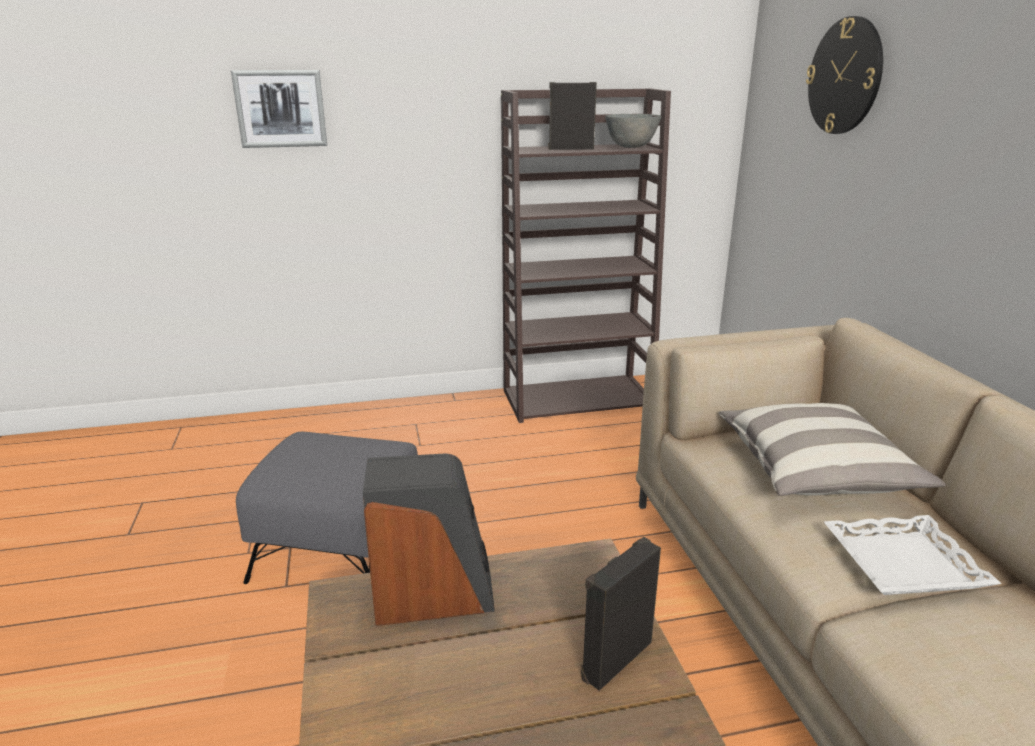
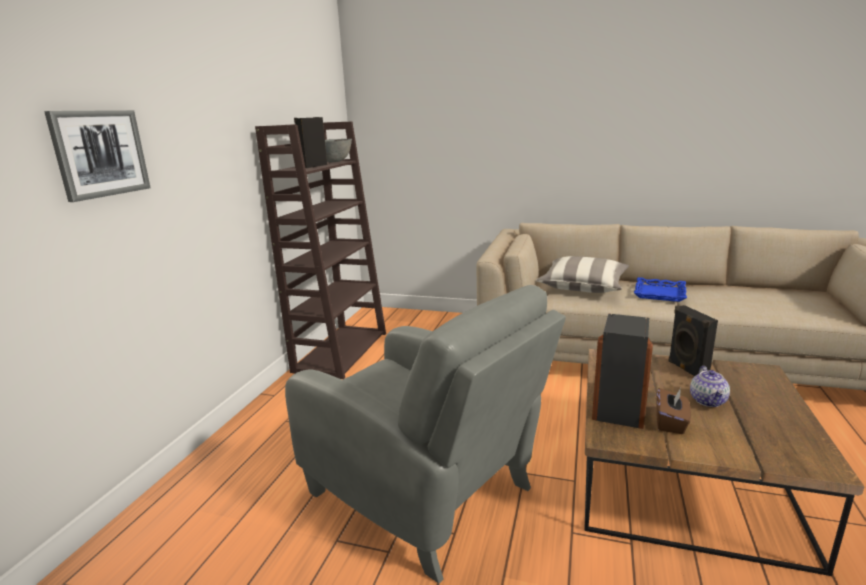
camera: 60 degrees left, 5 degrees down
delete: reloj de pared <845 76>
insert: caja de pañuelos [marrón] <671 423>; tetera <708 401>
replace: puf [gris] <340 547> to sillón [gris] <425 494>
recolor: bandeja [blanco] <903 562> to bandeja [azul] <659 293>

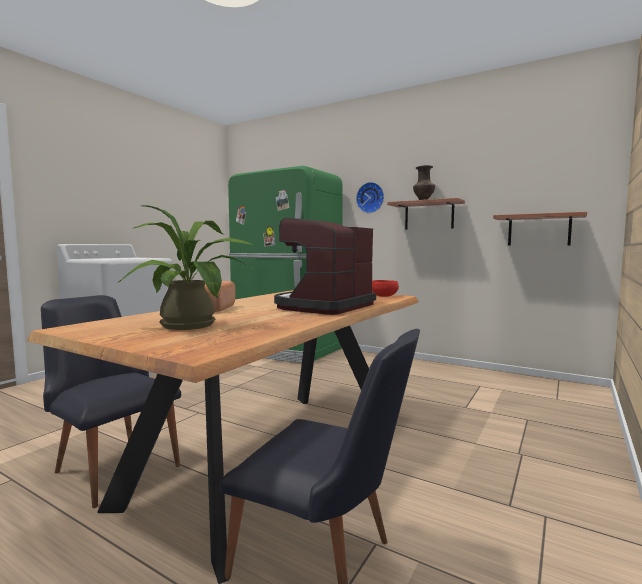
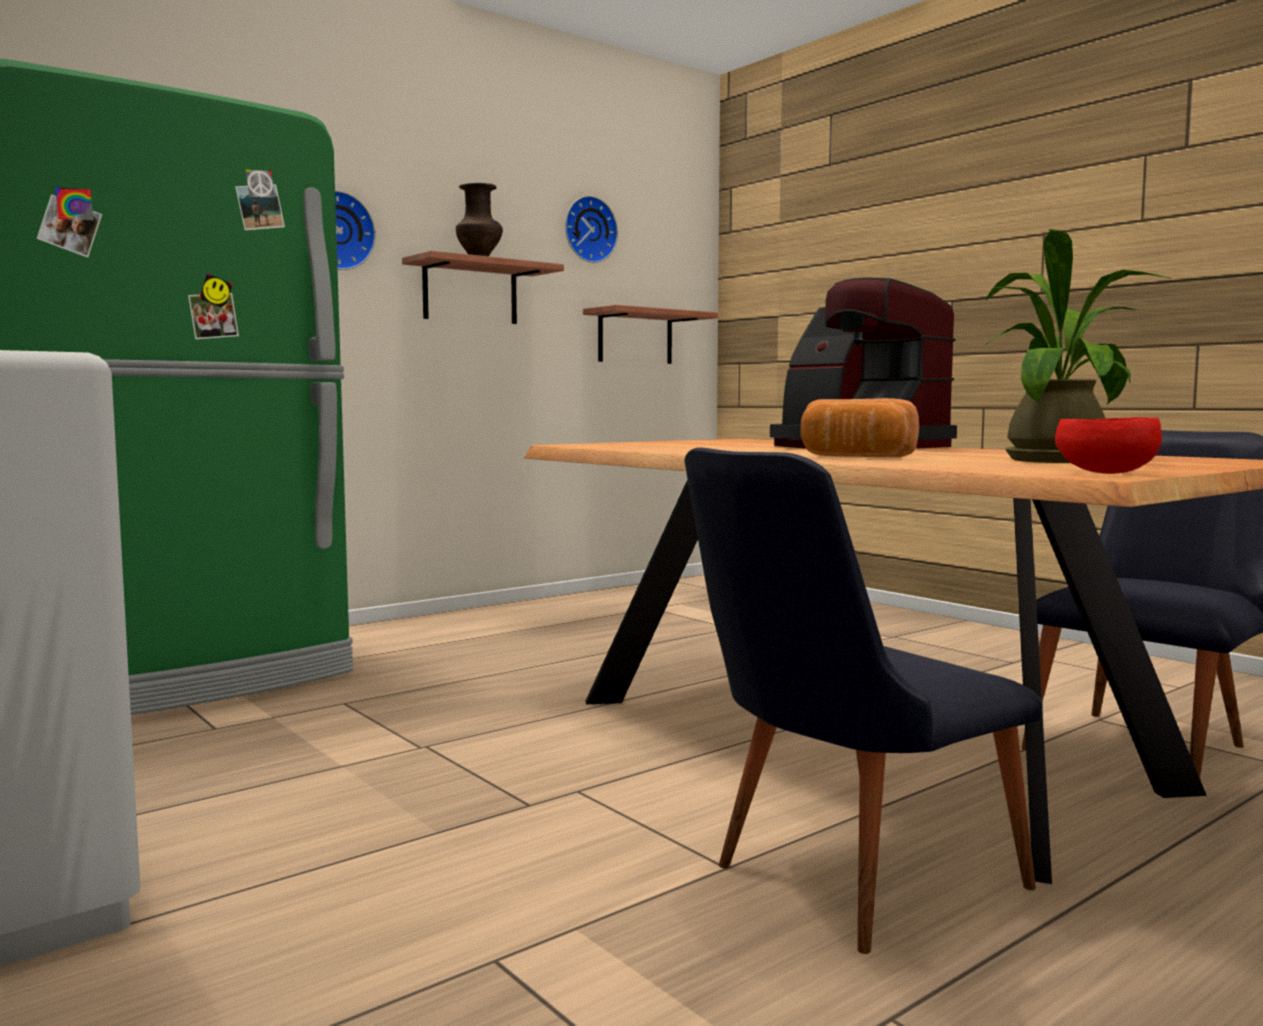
camera: 70 degrees left, 0 degrees up
insert: reloj de pared <588 230>
move: cuenco [rojo] <383 296> to <1103 473>

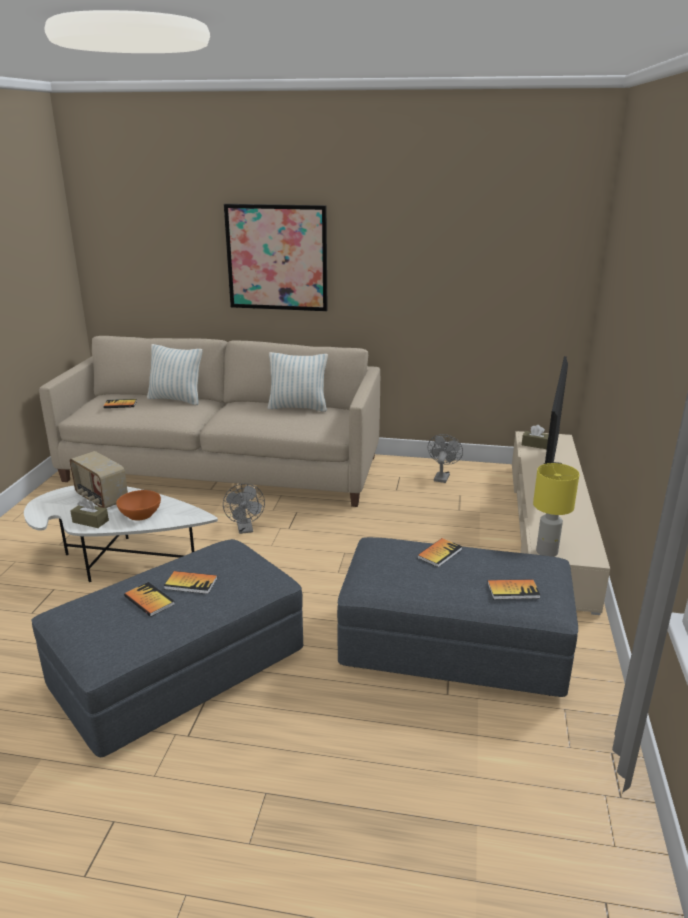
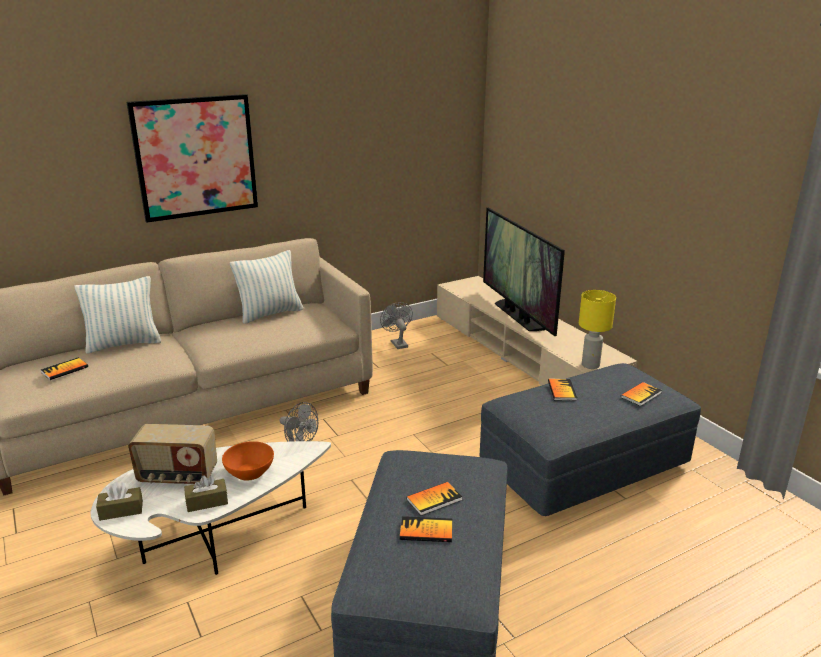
camera: 40 degrees left, 0 degrees up
move: caja de pañuelos [marrón] <535 444> to <121 510>

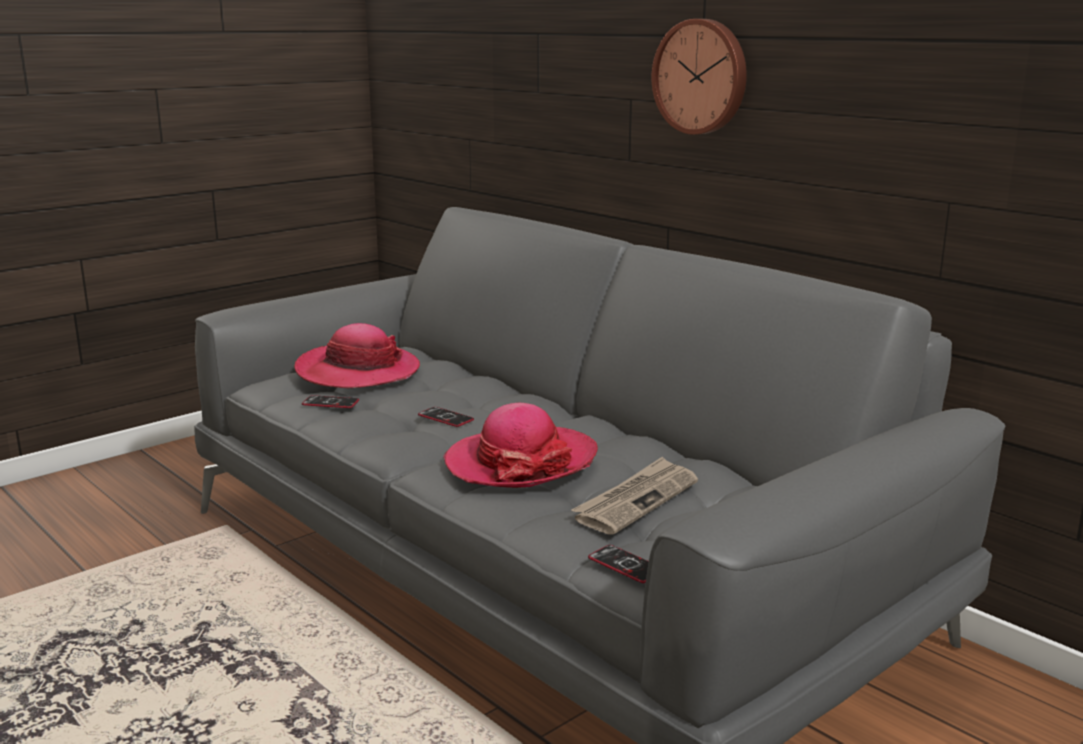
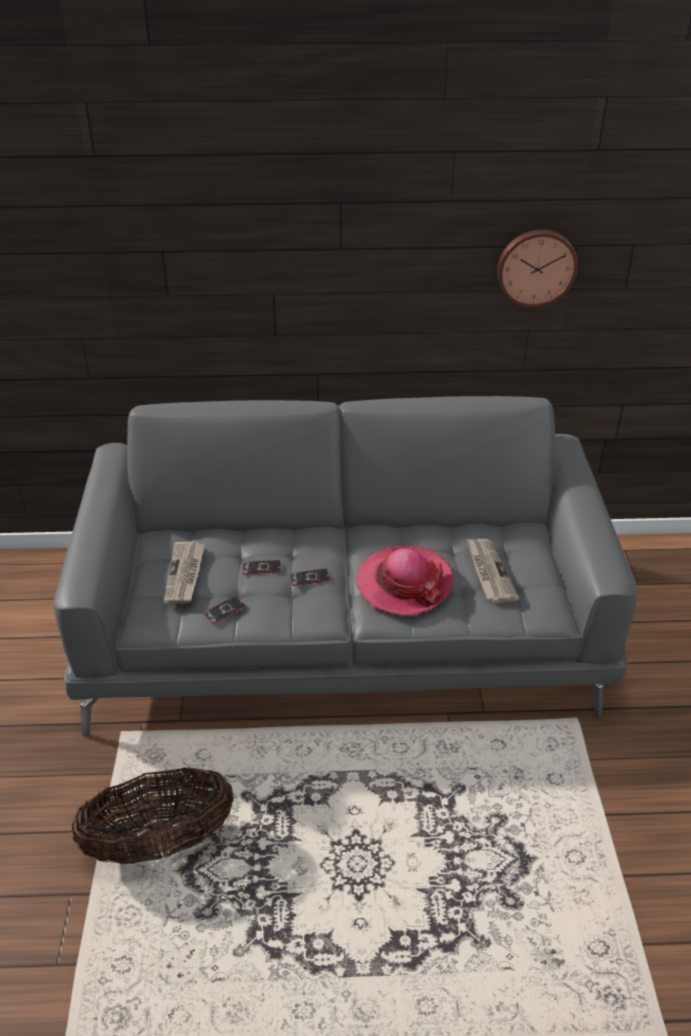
camera: 50 degrees left, 20 degrees up
insert: cesta <160 843>
move: móvil <626 565> to <261 568>; reloj de pared <702 77> to <536 267>
replace: sombrero <357 371> to periódico <185 574>

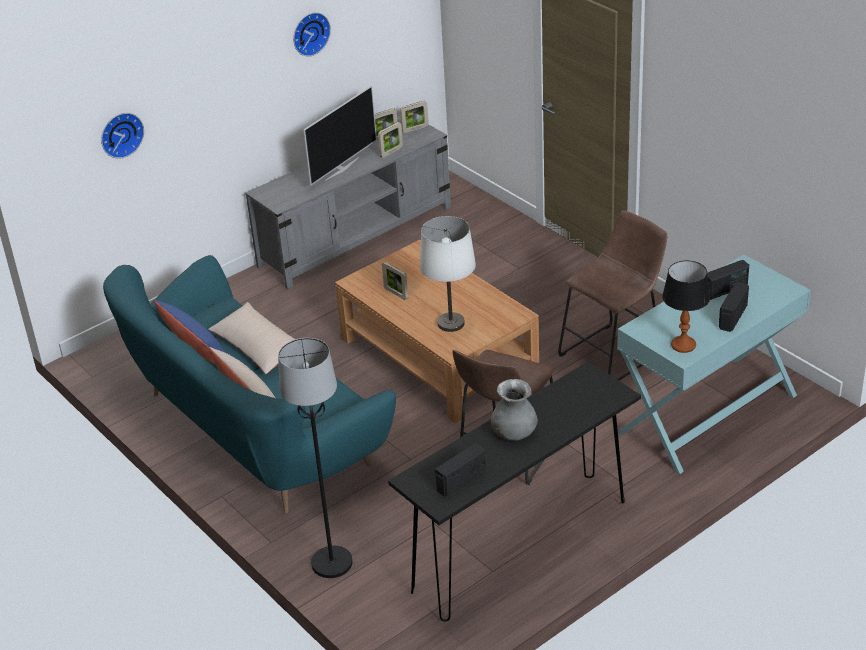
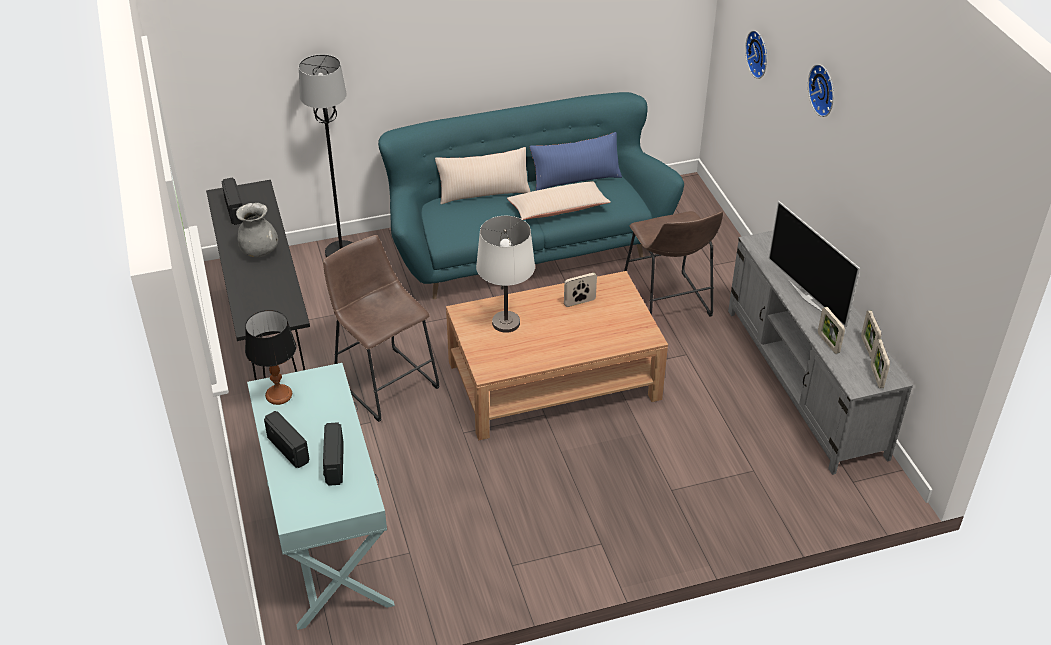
camera: 110 degrees right, 5 degrees up
move: taburete [marrón] <614 353> to <668 304>; reloj de pared <309 33> to <824 89>

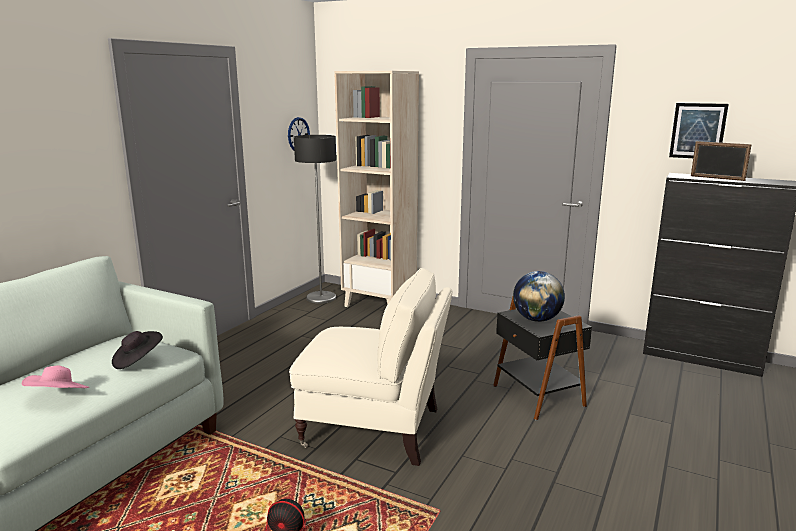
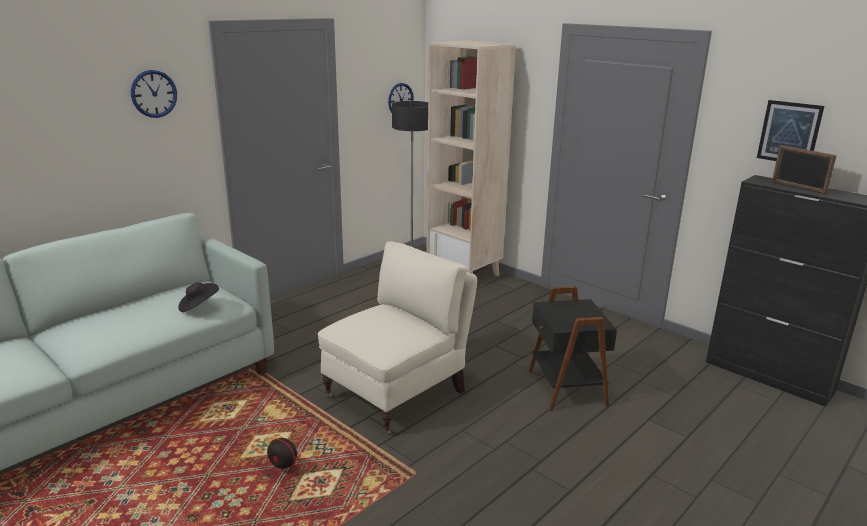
camera: 15 degrees right, 5 degrees up
delete: sombrero [rosa] <59 396>; globo terráqueo <536 319>
insert: reloj de pared <154 94>
rotate: sillón [beis] <375 428> = <398 393> 75 degrees counterclockwise

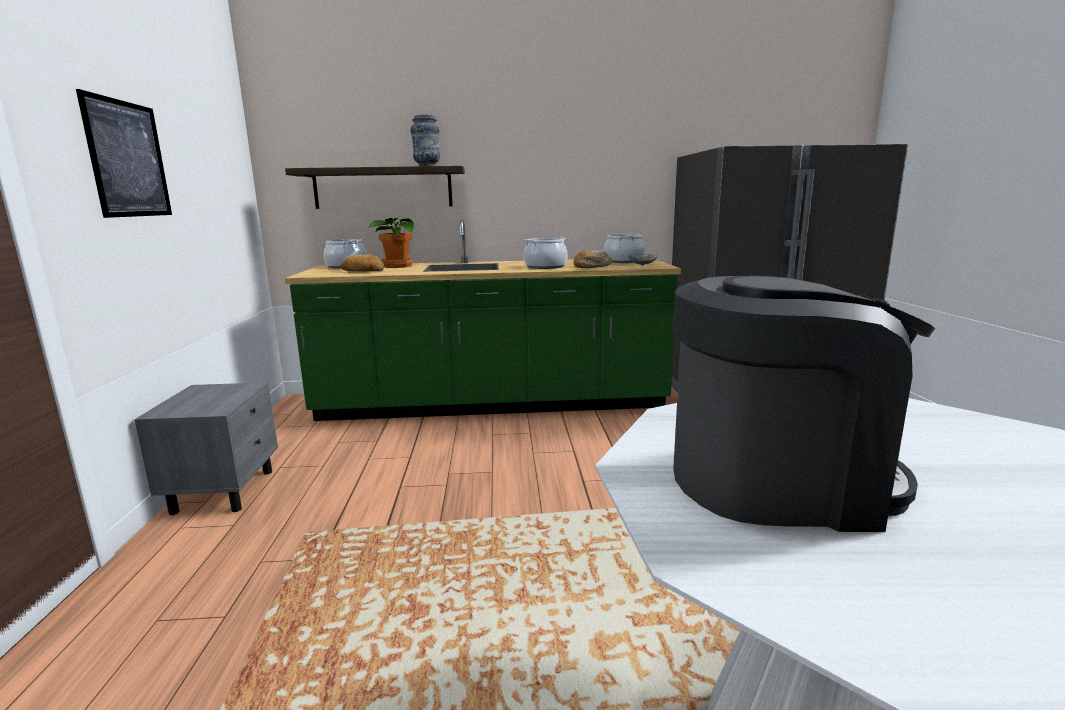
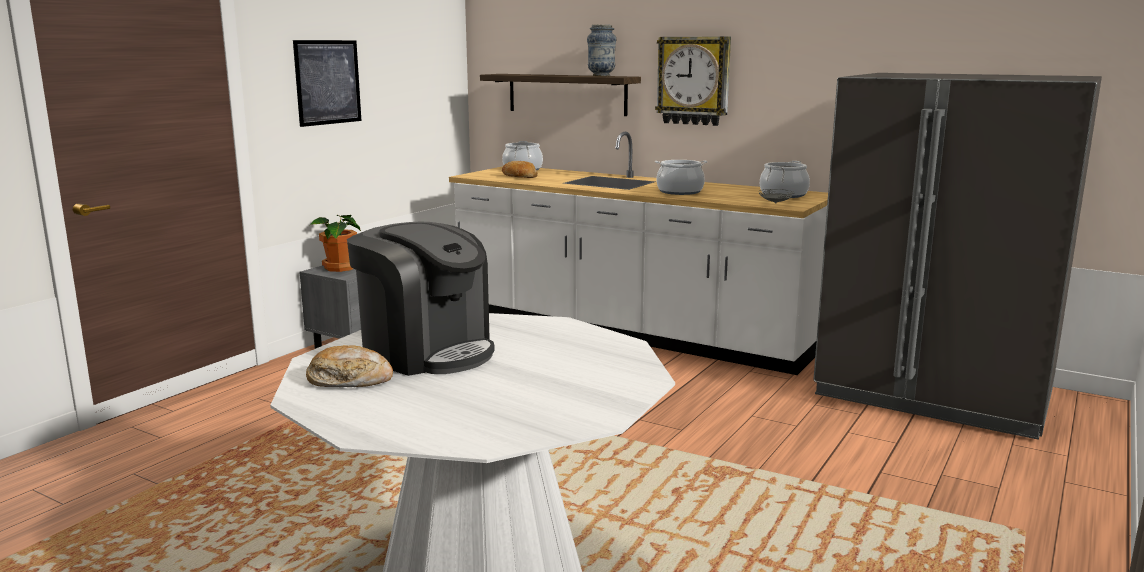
camera: 35 degrees right, 0 degrees up
insert: reloj de pared <694 80>
move: pan <592 266> to <350 380>; planta en maceta <397 266> to <339 268>
recolor: mueble bajo de cocina [verde] <492 403> to mueble bajo de cocina [blanco] <629 331>

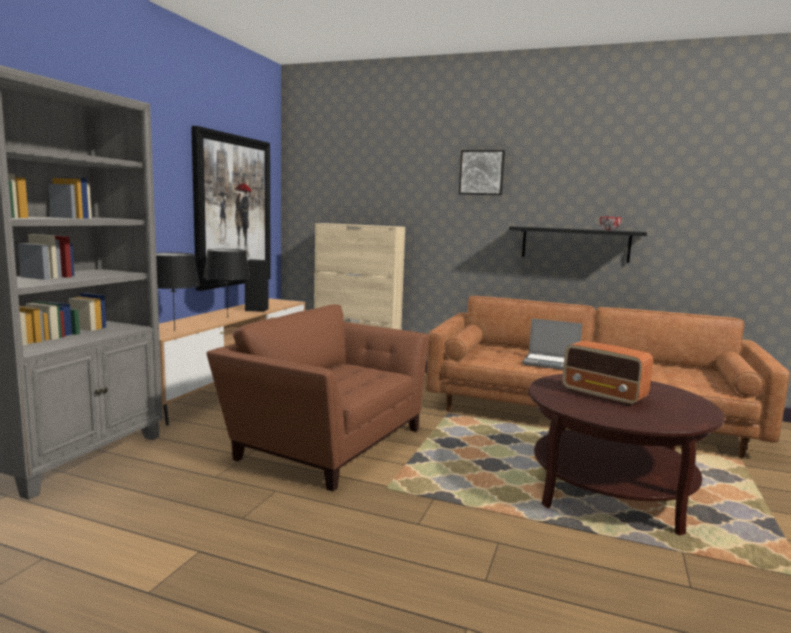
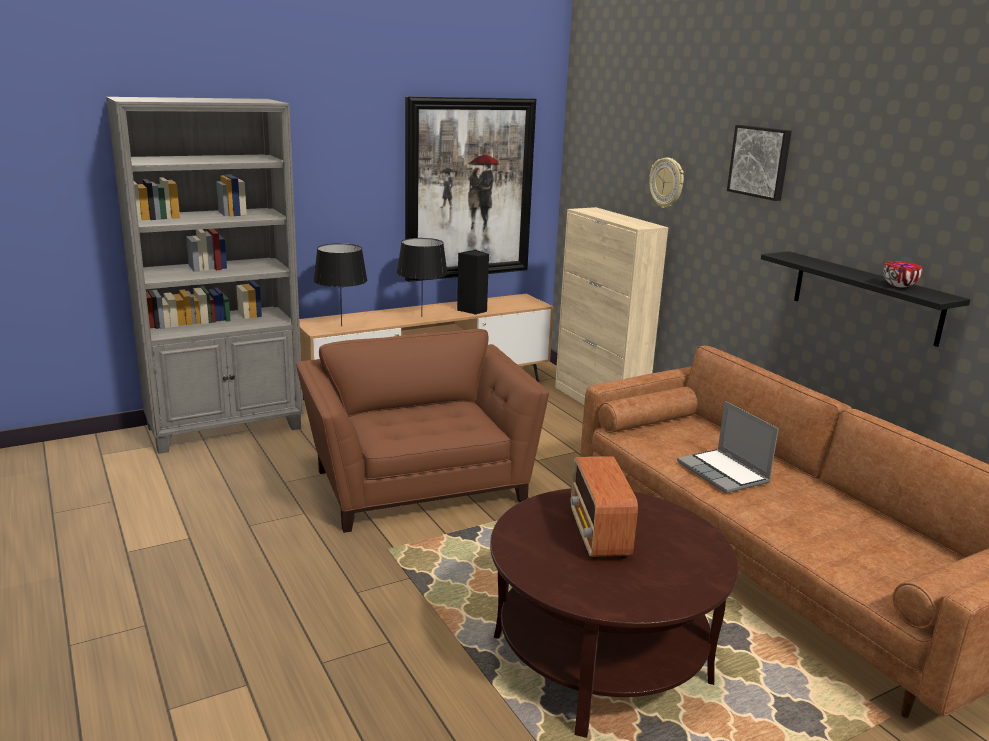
camera: 40 degrees right, 10 degrees up
insert: reloj de pared <667 183>

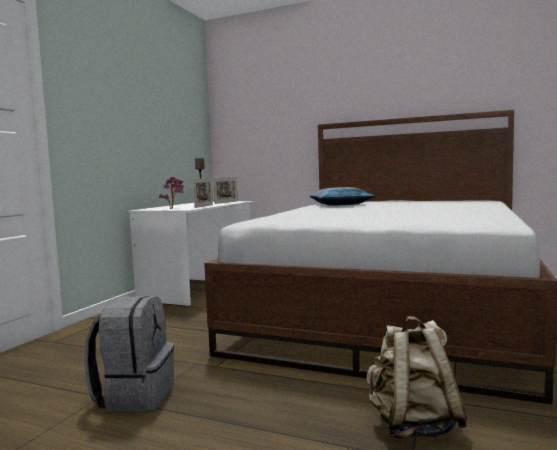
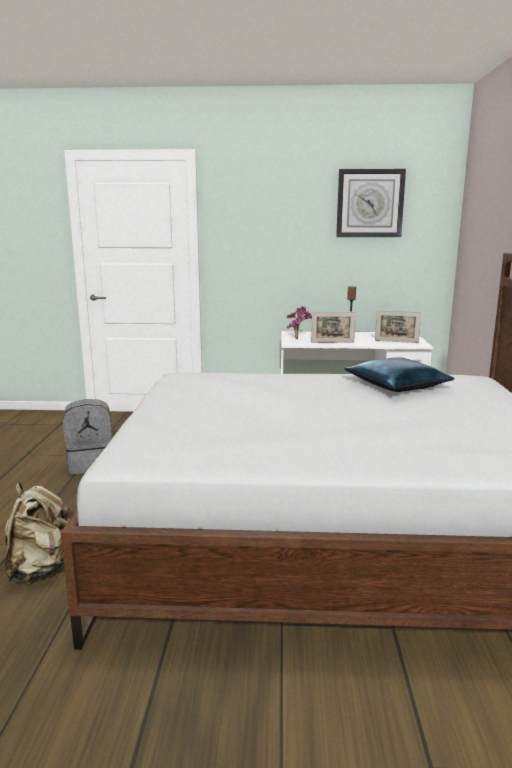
camera: 70 degrees right, 10 degrees up
insert: reloj de pared <370 203>

